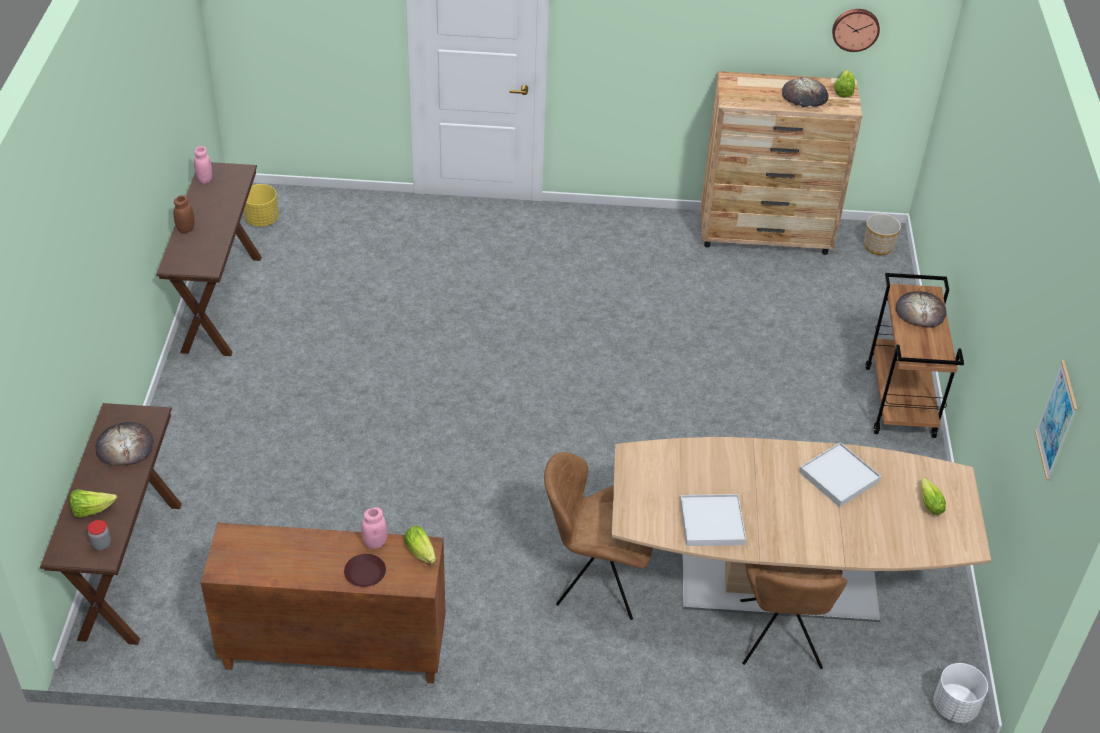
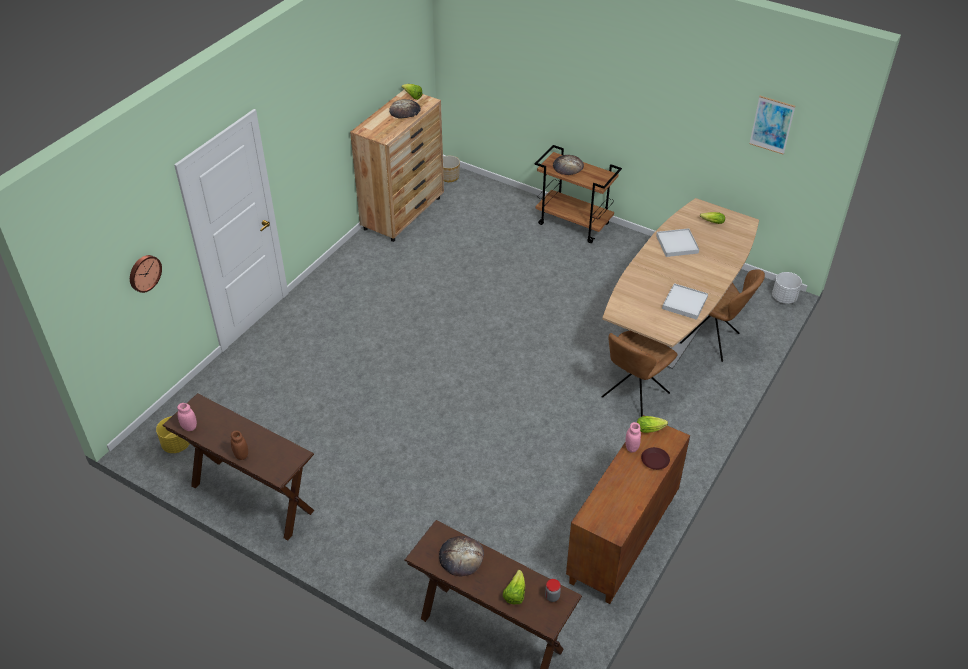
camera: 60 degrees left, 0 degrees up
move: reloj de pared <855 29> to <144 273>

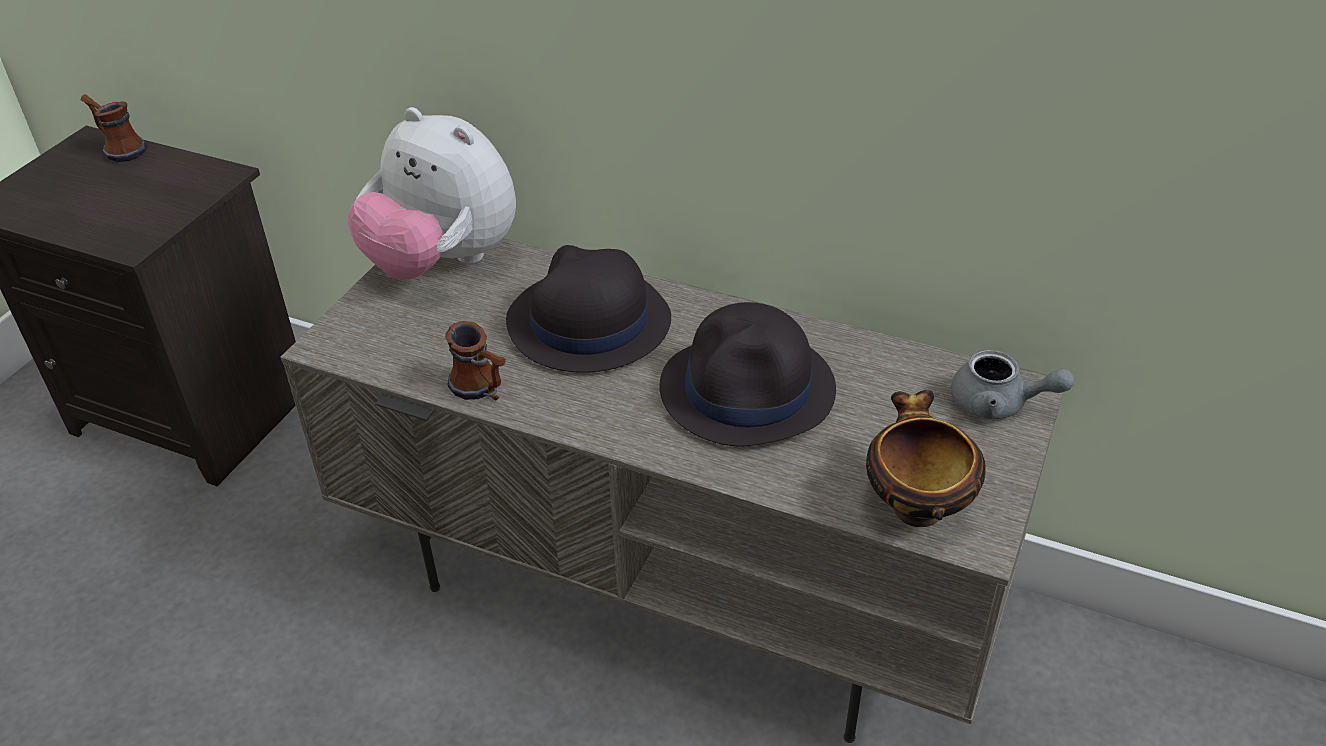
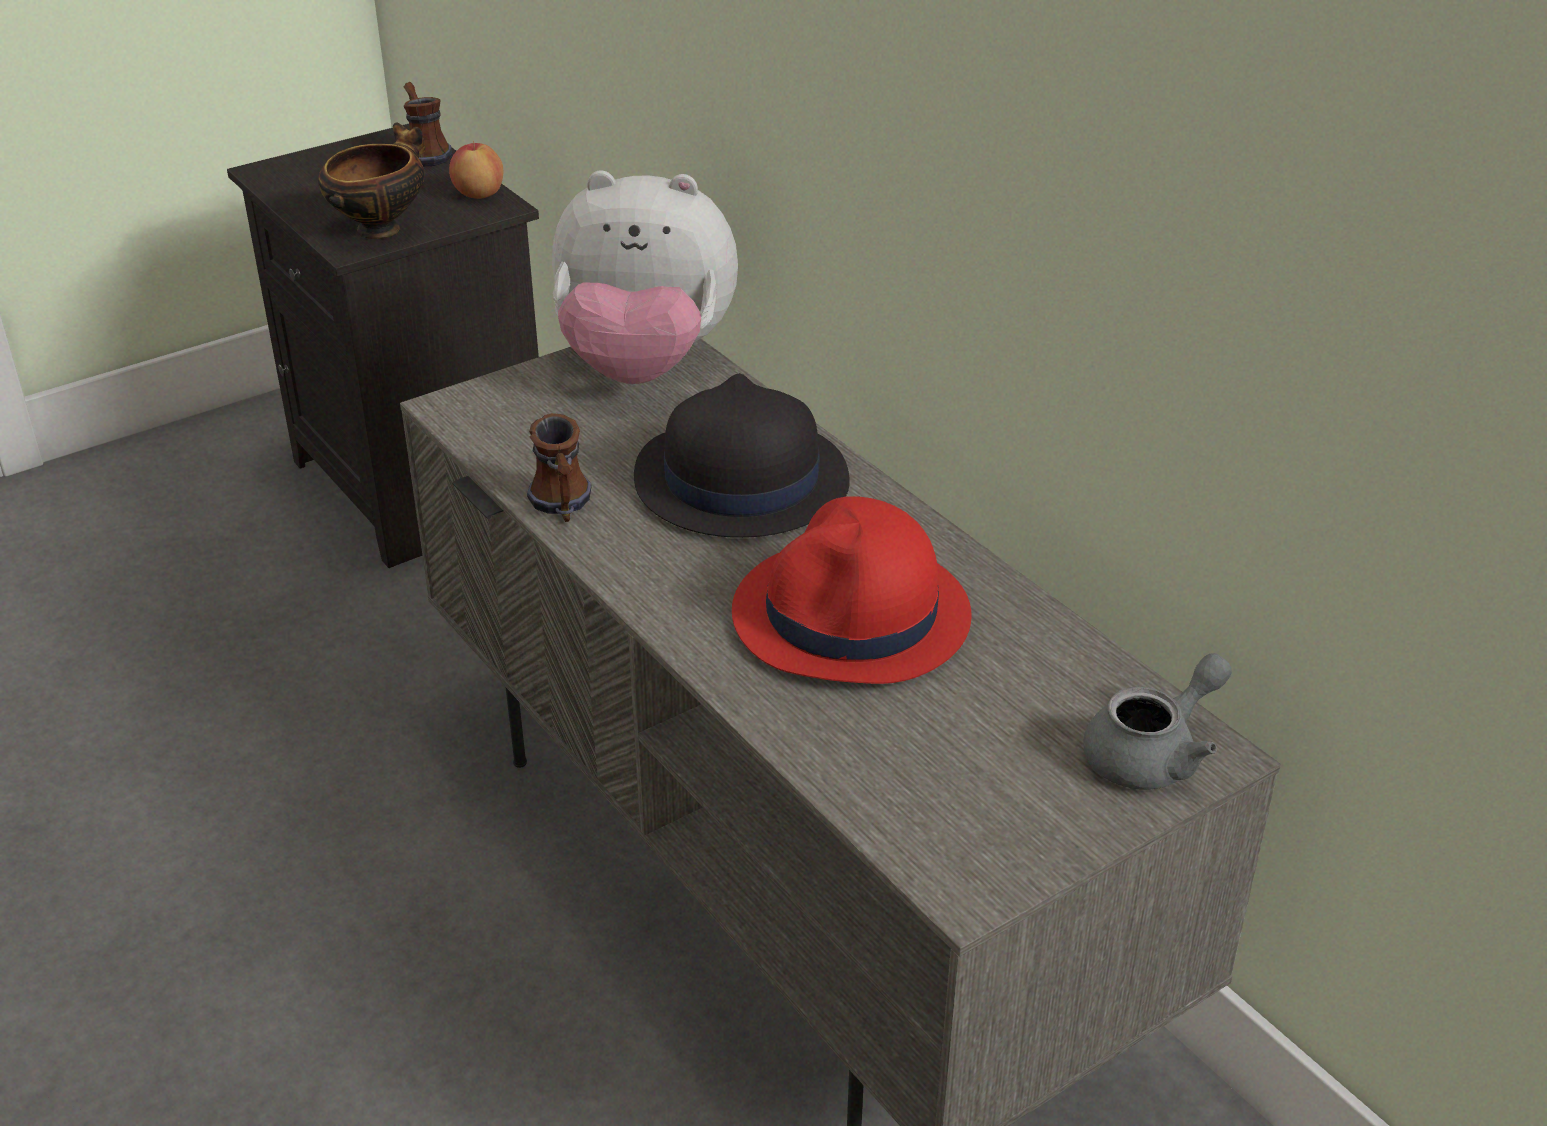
camera: 30 degrees right, 5 degrees down
insert: manzana <479 195>
move: cuenco <914 506> to <381 228>
recolor: sombrero [negro] <748 390> to sombrero [rojo] <852 617>
rotate: peluche <443 262> = <644 366> 60 degrees counterclockwise; tetera [gris] <999 404> = <1153 754> 90 degrees counterclockwise

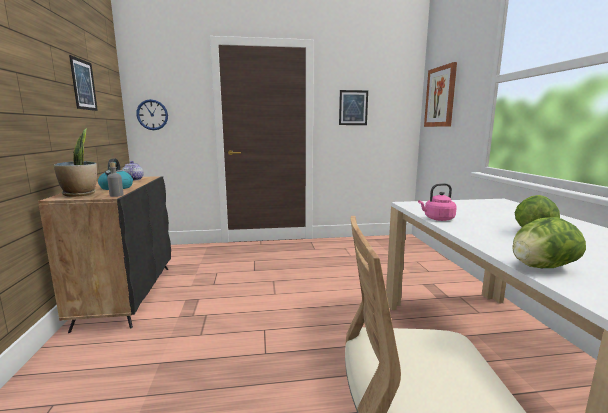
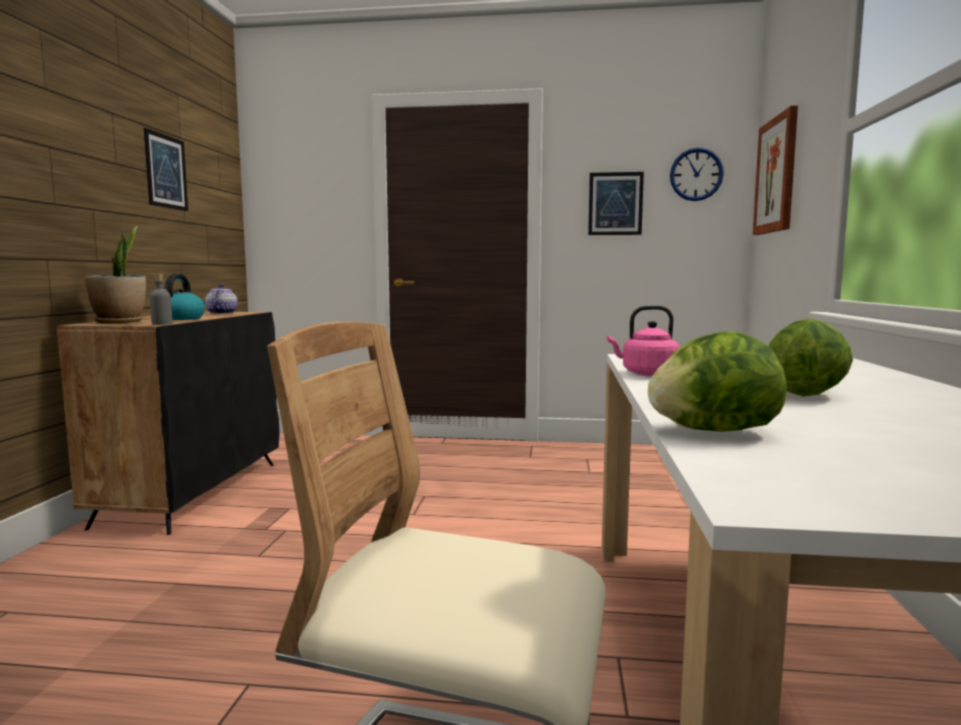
camera: 15 degrees right, 5 degrees down
move: reloj de pared <152 115> to <696 174>

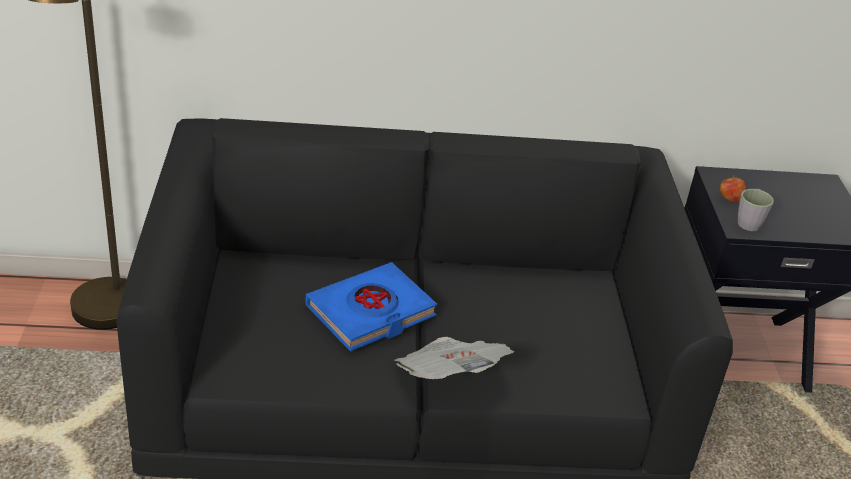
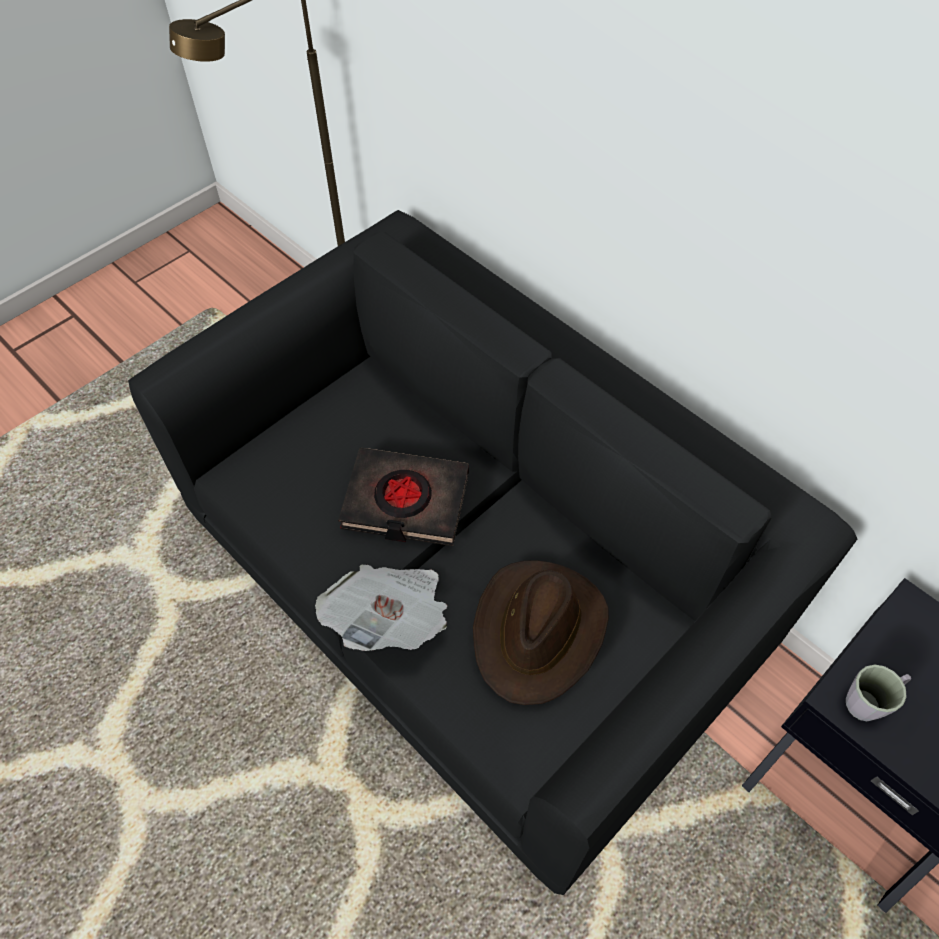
camera: 50 degrees right, 20 degrees up
delete: manzana <730 199>
insert: sombrero [marrón] <538 631>
recolor: libro [azul] <371 313> to libro [negro] <405 502>

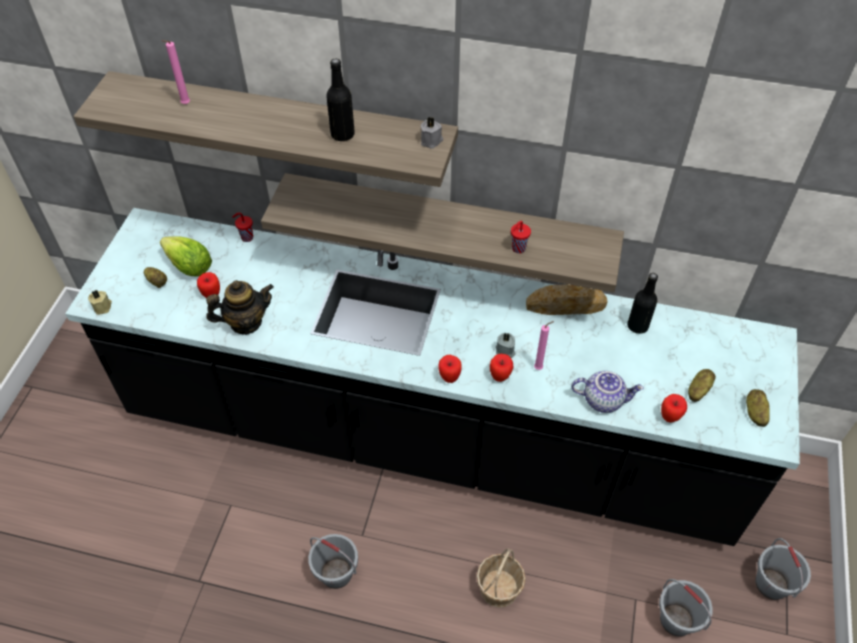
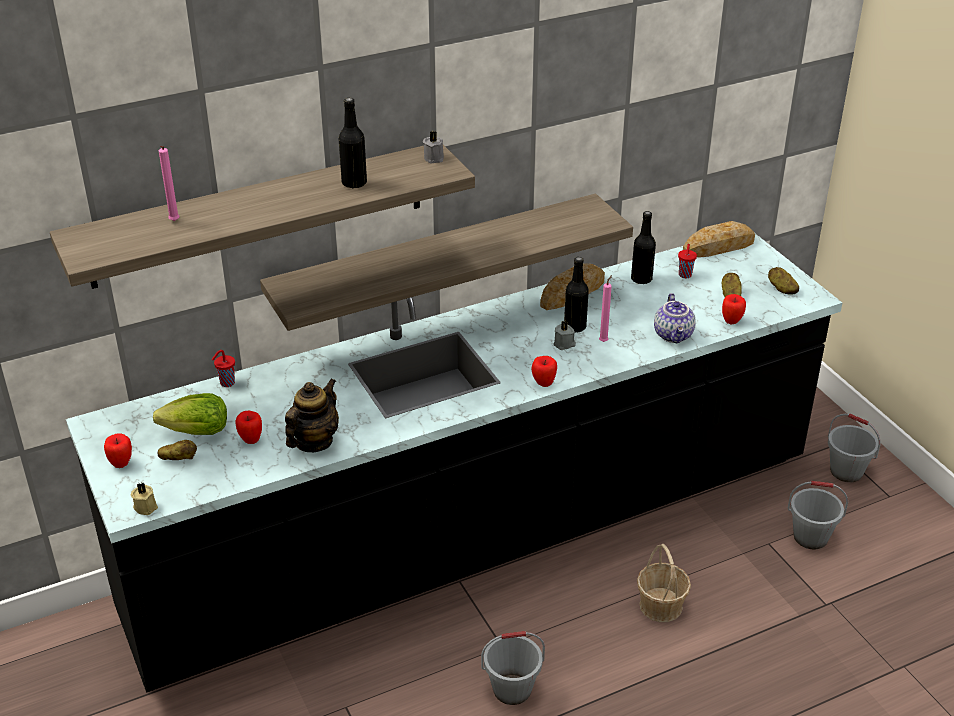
camera: 40 degrees left, 15 degrees down
insert: botella [negro] <575 327>; pan <718 246>
move: manzana <500 377> to <121 463>; taza [rojo] <517 249> to <685 275>
rotate: tetera <603 399> = <674 335> 120 degrees clockwise

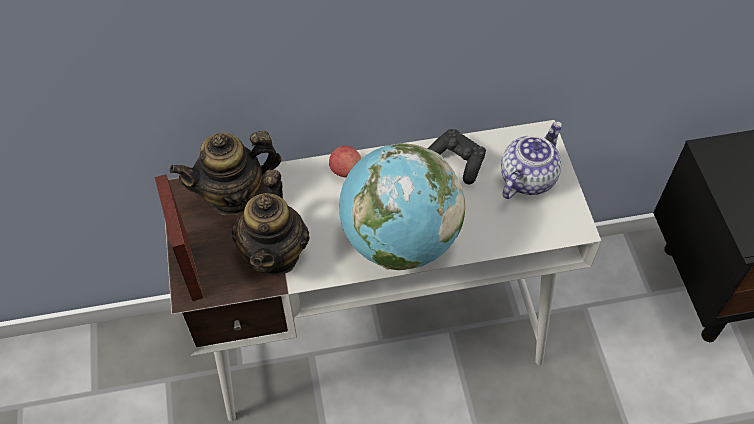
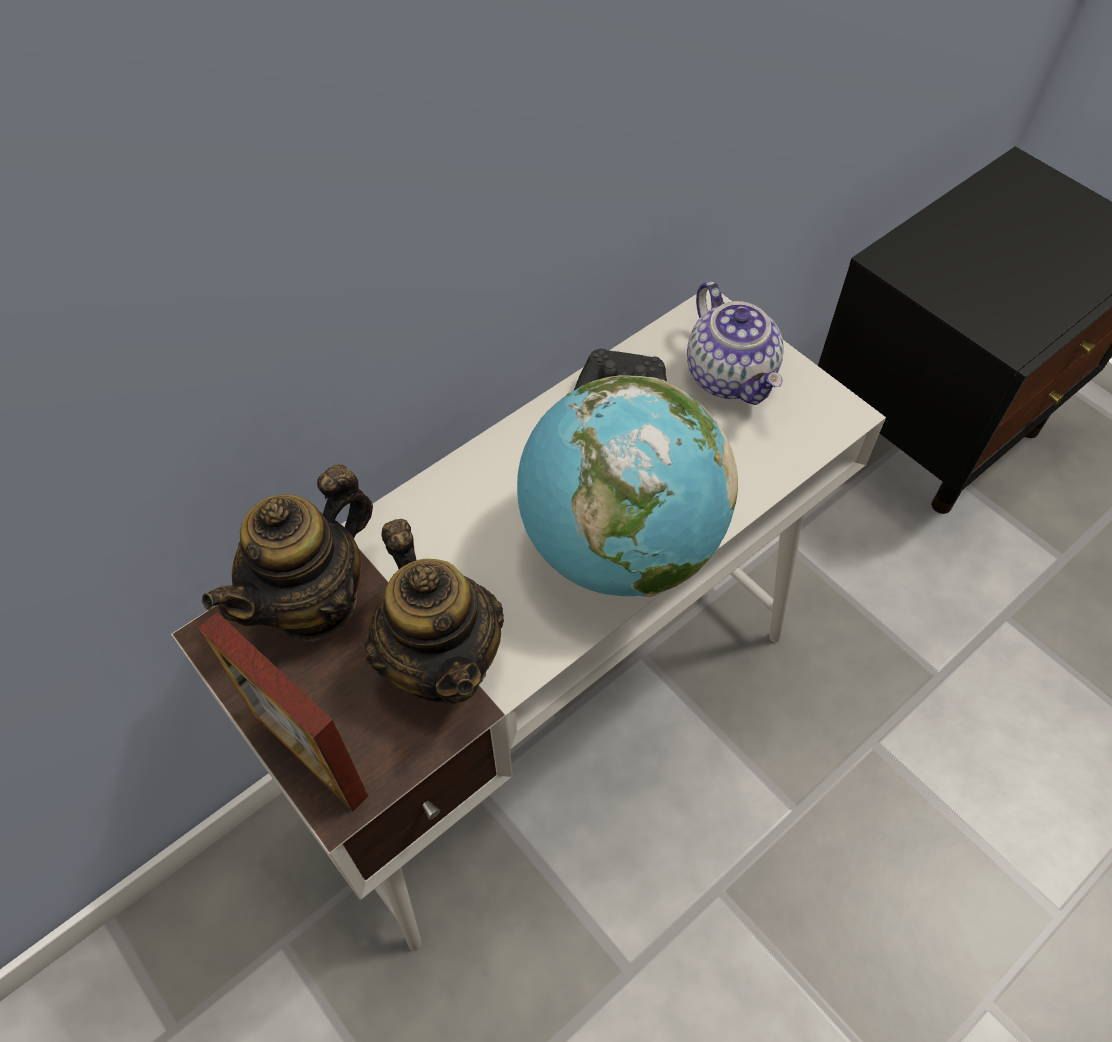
camera: 30 degrees left, 0 degrees up
delete: manzana <345 170>
rotate: tetera <527 177> = <731 376> 150 degrees clockwise

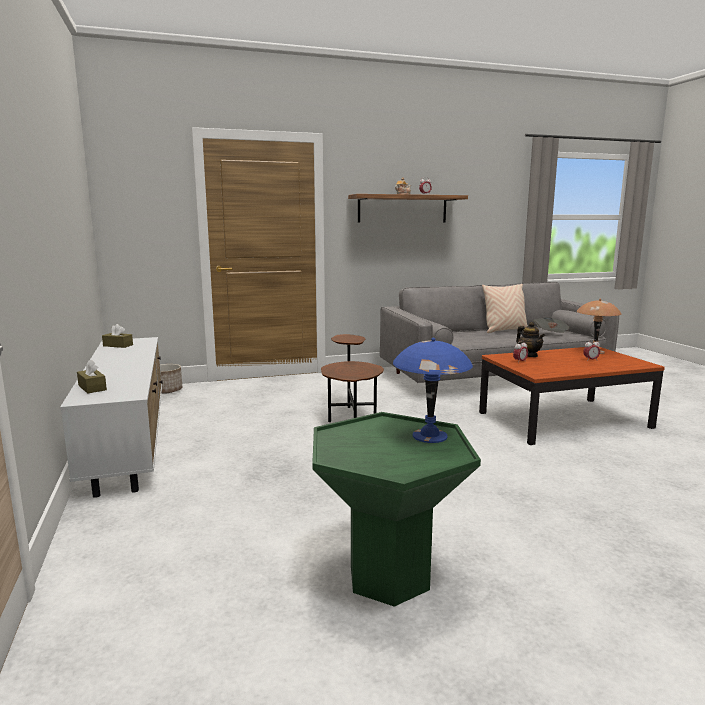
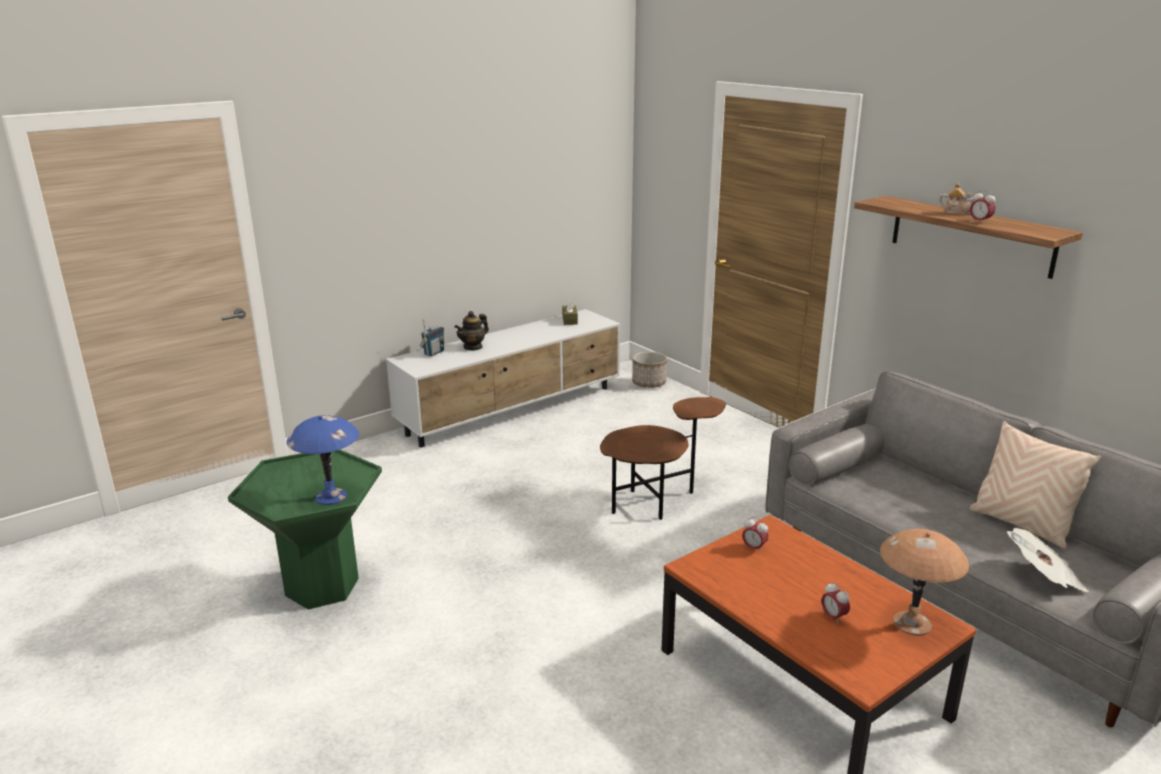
camera: 70 degrees right, 10 degrees up
move: tetera <529 355> to <473 347>
replace: caja de pañuelos [marrón] <92 388> to radio <433 353>

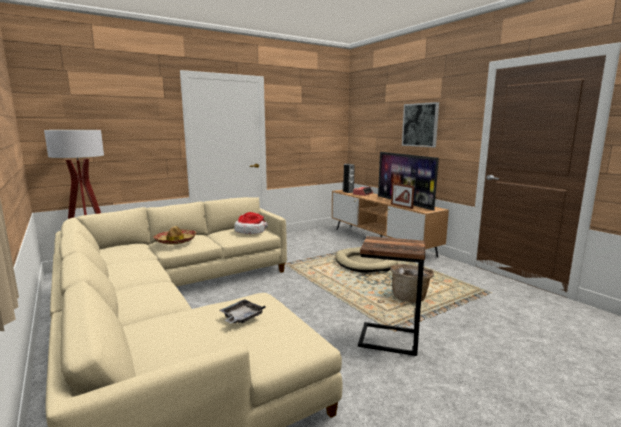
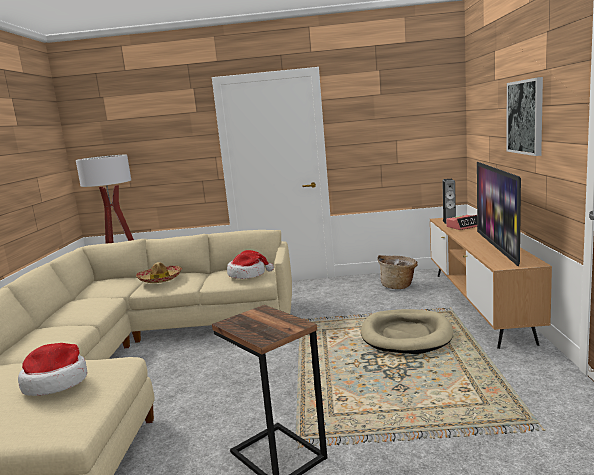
camera: 35 degrees right, 0 degrees up
delete: portarretratos <401 206>
move: cesta <410 297> to <398 286>
replace: bandeja [gris] <241 317> to sombrero <56 382>

